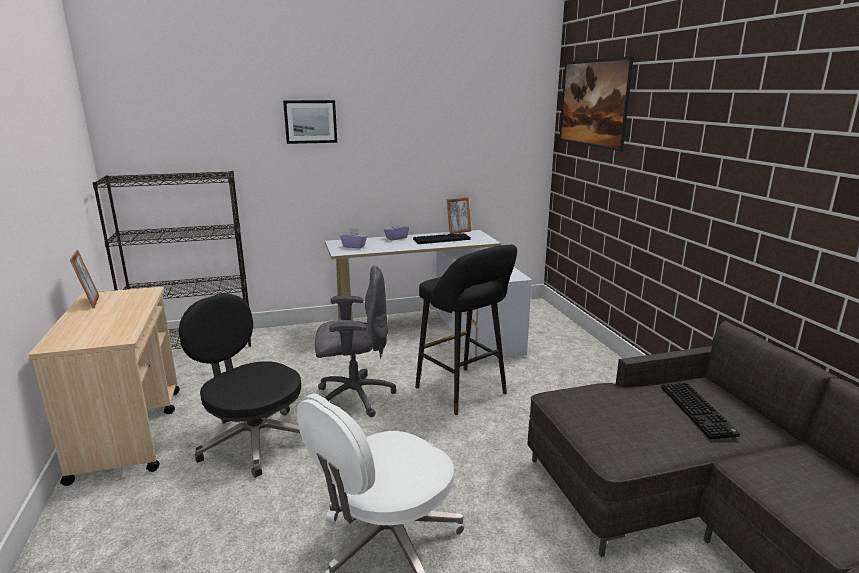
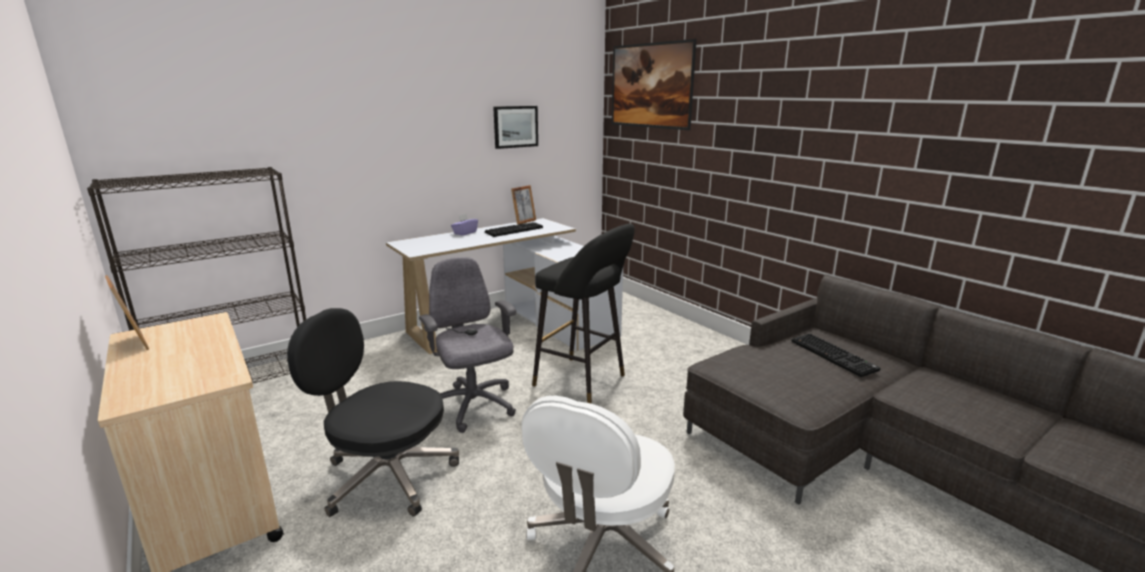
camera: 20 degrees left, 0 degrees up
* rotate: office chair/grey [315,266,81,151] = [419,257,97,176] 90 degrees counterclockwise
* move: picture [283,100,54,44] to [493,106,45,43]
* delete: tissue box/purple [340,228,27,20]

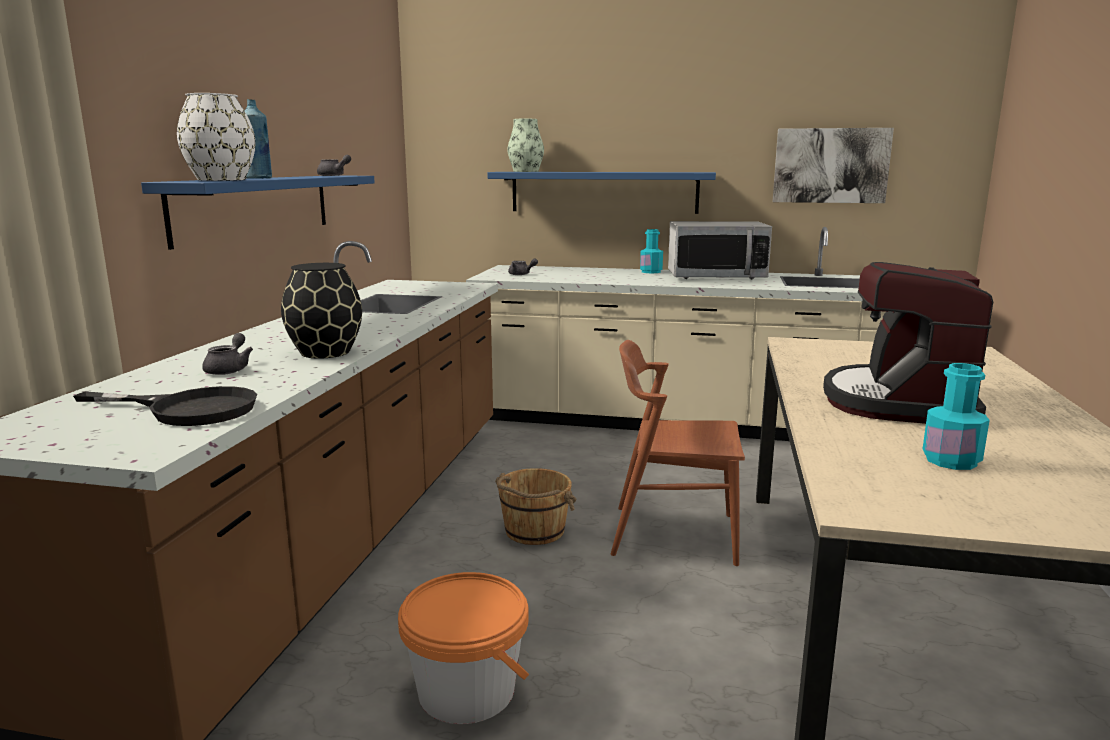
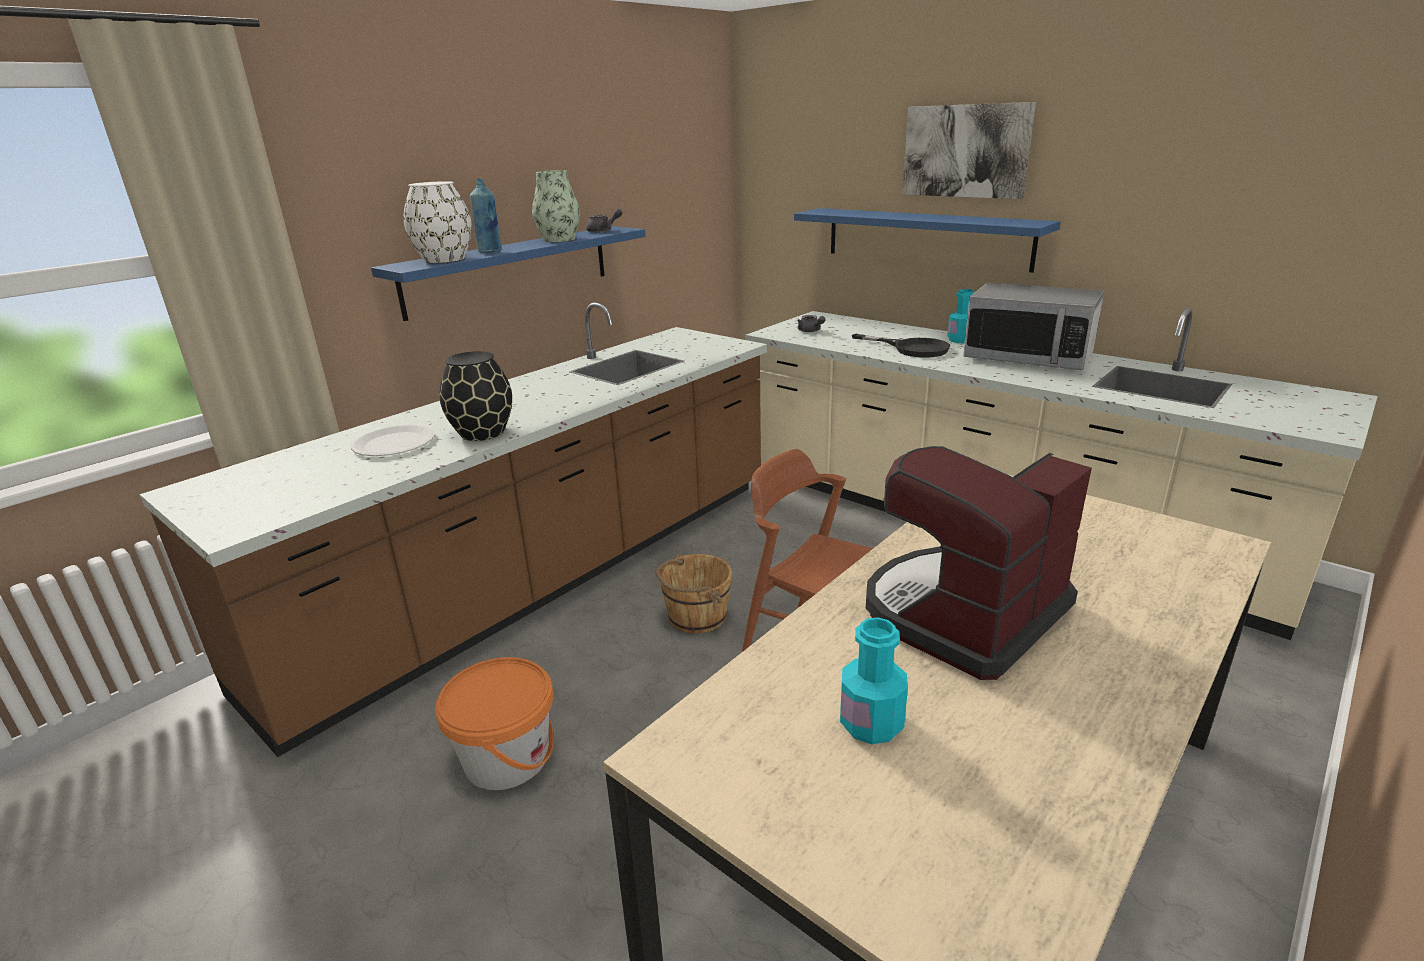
camera: 30 degrees right, 10 degrees up
* replace: teapot/grey [202,333,51,42] to plate/white [351,425,84,31]
* move: vase [507,119,37,53] to [532,170,48,72]
* move: frying pan/black [73,386,184,40] to [852,334,98,24]
* move: picture [772,128,122,75] to [902,102,134,97]

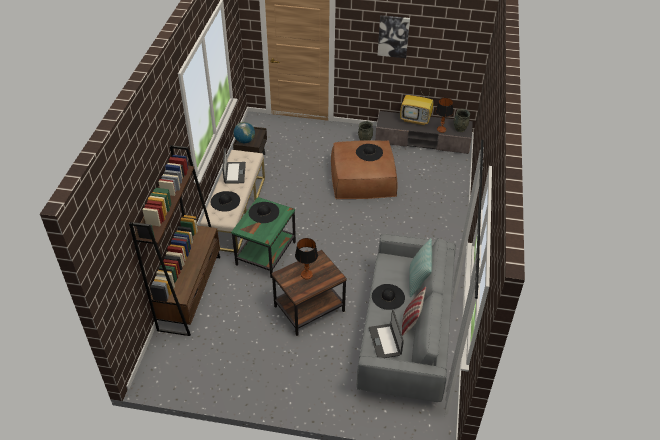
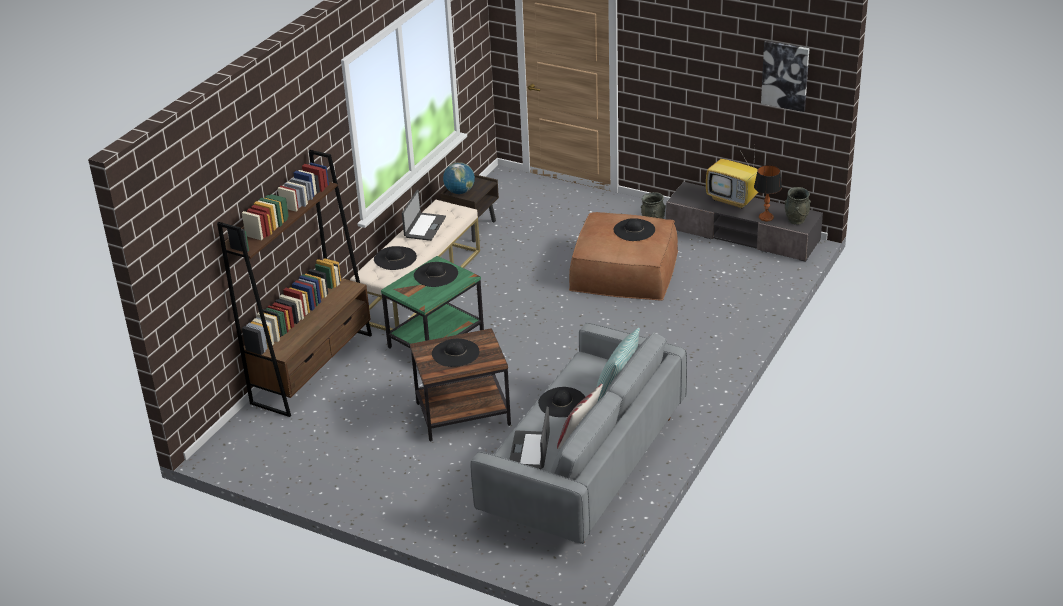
camera: 20 degrees right, 10 degrees down
* replace: table lamp [295,238,23,41] to hat/black [432,339,47,28]
* move: picture [378,15,32,43] to [761,41,48,71]

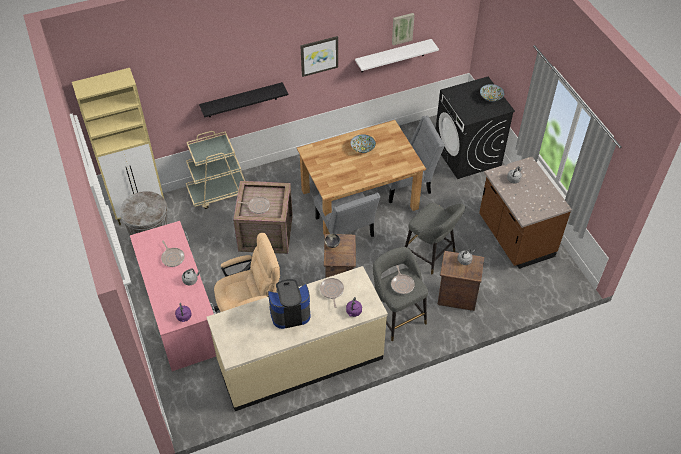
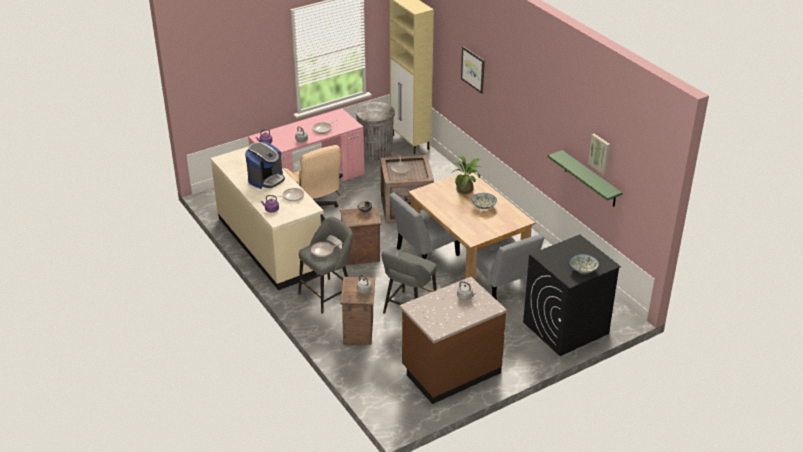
camera: 80 degrees right, 15 degrees down
* rotate: coffee machine [268,279,43,50] = [245,142,40,47] 60 degrees clockwise
* insert: potted plant [451,156,30,38]
* move: picture [300,36,38,41] to [461,46,24,48]
* recolor: shelf/white [355,39,84,33] to shelf/green [548,150,74,57]
* delete: cart/beige [186,131,59,78]
* delete: shelf/black [199,82,89,35]

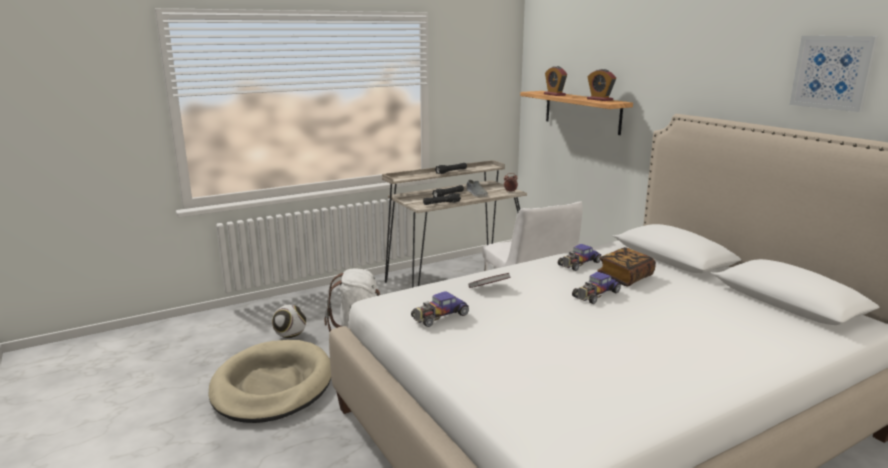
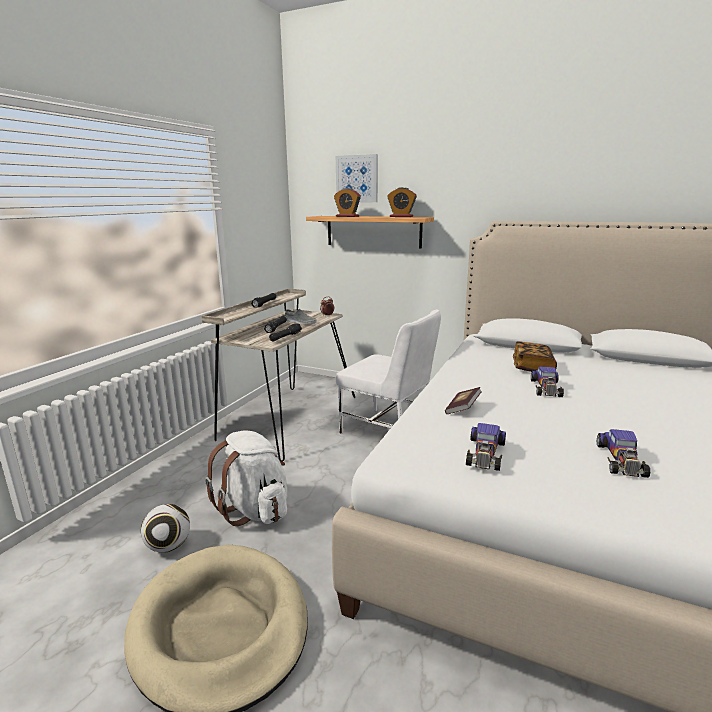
camera: 35 degrees left, 0 degrees up
* move: picture [790,36,88,76] to [336,154,42,48]
* move: toy car [558,244,43,27] to [597,429,53,49]

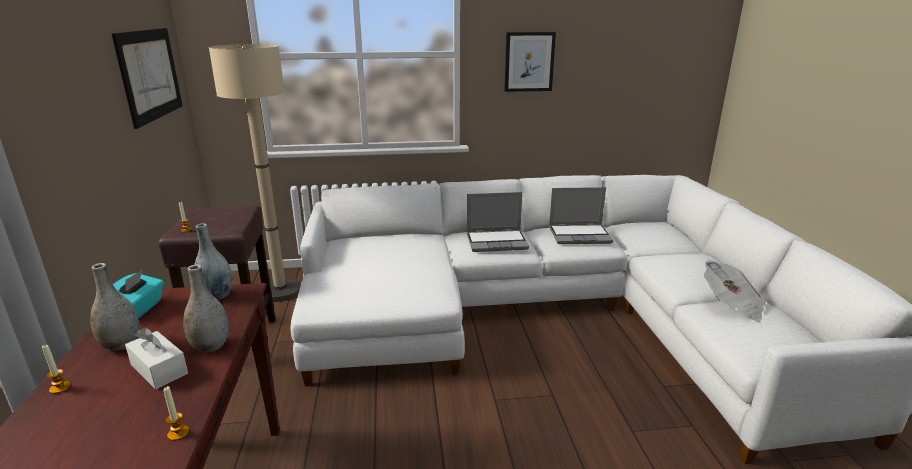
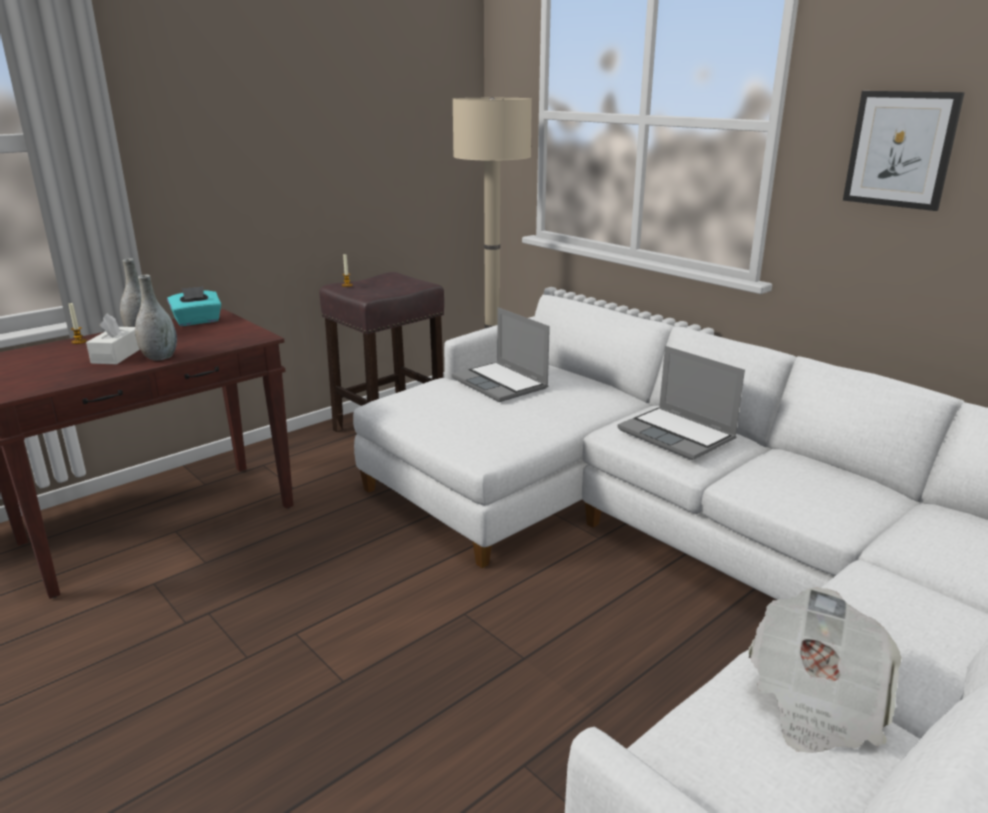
camera: 55 degrees right, 0 degrees up
* move: laptop [549,187,65,57] to [452,307,98,95]
* delete: picture [112,28,71,101]
* delete: candle [163,386,26,55]
* delete: vase/grey [194,223,39,77]

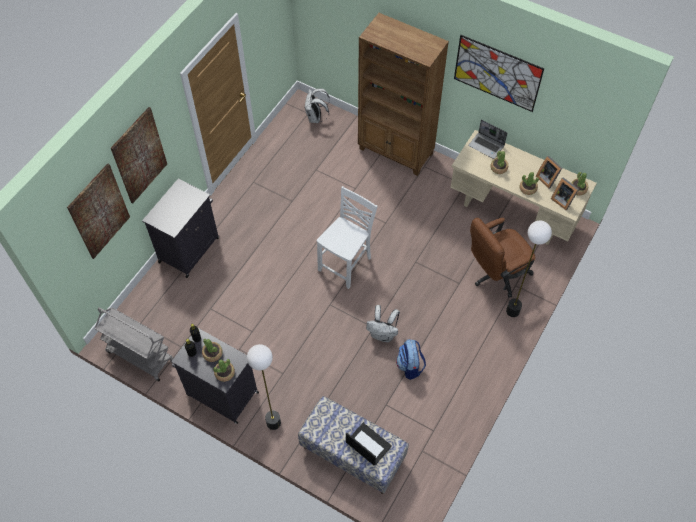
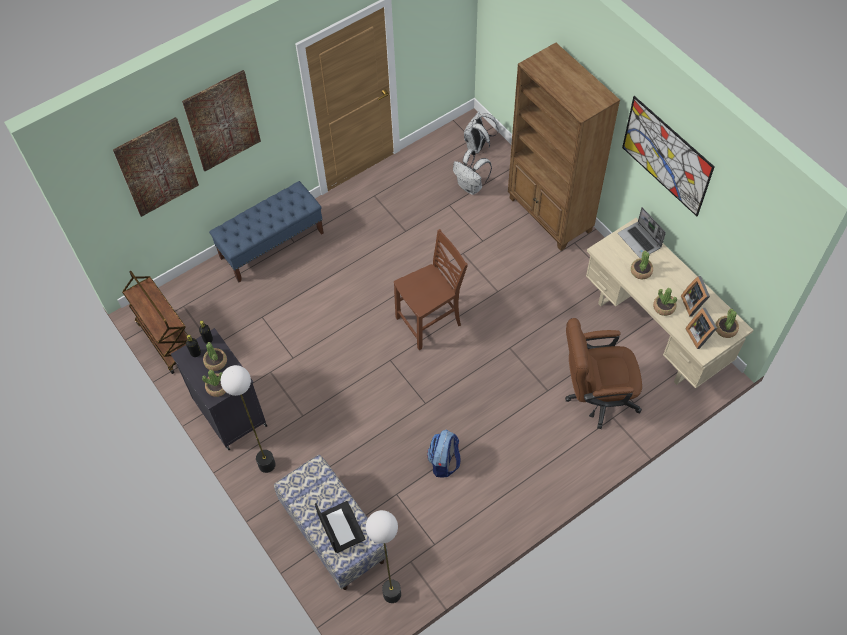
camera: 25 degrees right, 0 degrees up
* recolor: cart/grey [94,307,79,74] to cart/brown [122,271,66,103]
* replace: cabinet/black [142,179,77,99] to bench/blue [209,181,115,102]
* move: floor lamp [506,220,46,97] to [366,510,35,93]
* recolor: chair/white [317,186,61,103] to chair/brown [394,229,74,121]
* move: backpack/white [366,305,34,37] to [453,149,39,46]

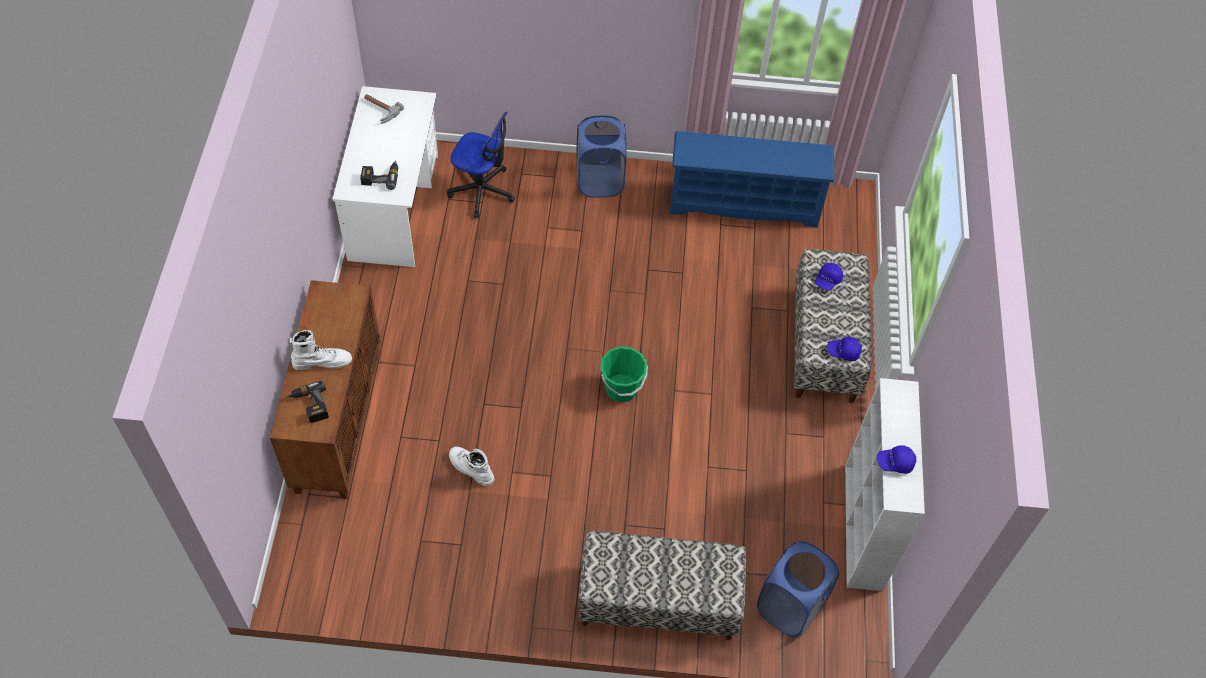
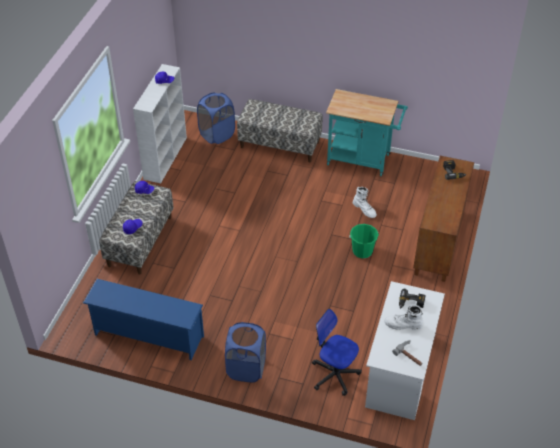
camera: 165 degrees left, 10 degrees down
* insert: cart/turquoise [326,89,82,87]
* move: bucket/green [600,346,48,56] to [349,224,30,35]
* move: boot/white [290,330,62,40] to [384,305,39,25]

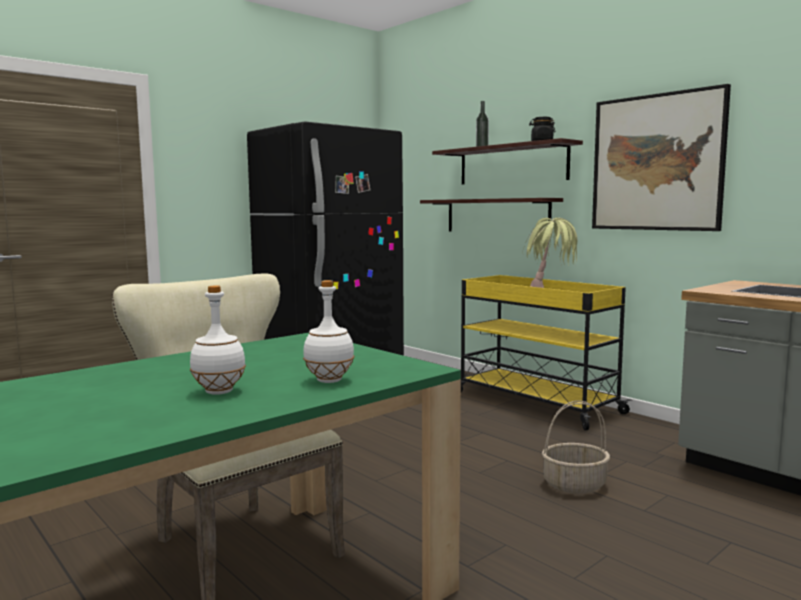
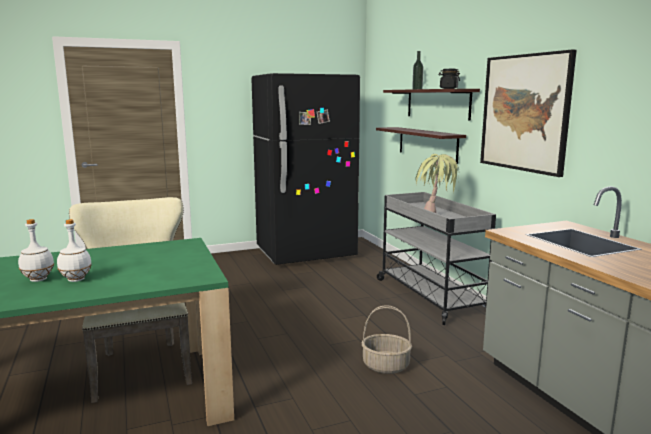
camera: 20 degrees right, 5 degrees up
* move: bottle/white [303,280,51,103] to [18,219,36,63]
* recolor: cart/yellow [461,275,171,155] to cart/grey [377,192,119,133]

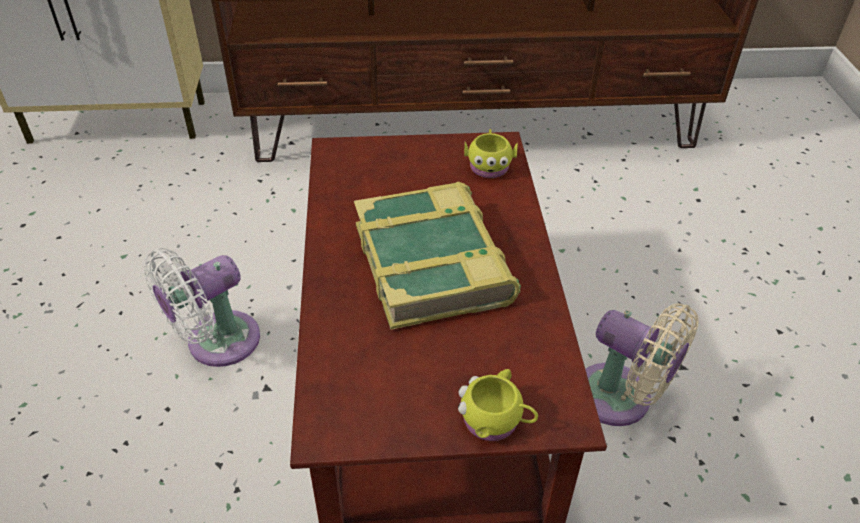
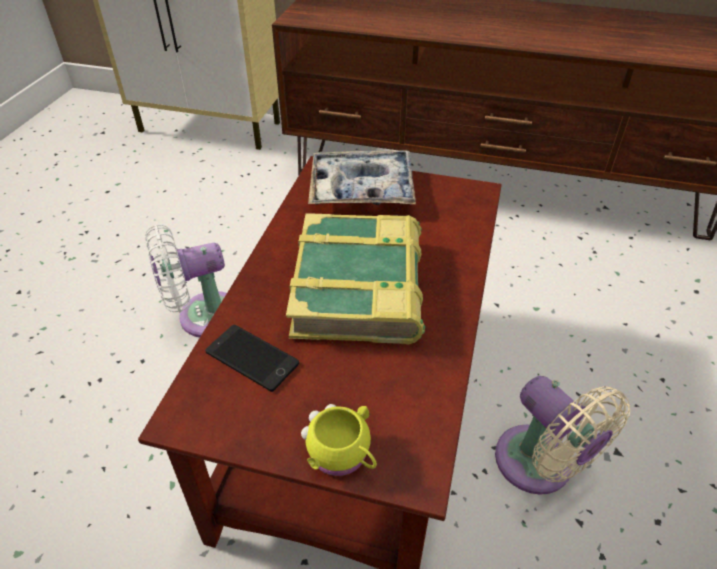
camera: 20 degrees right, 0 degrees up
* insert: phone [205,325,94,67]
* insert: tray [308,150,108,55]
* delete: mug/yellow [464,129,54,49]

